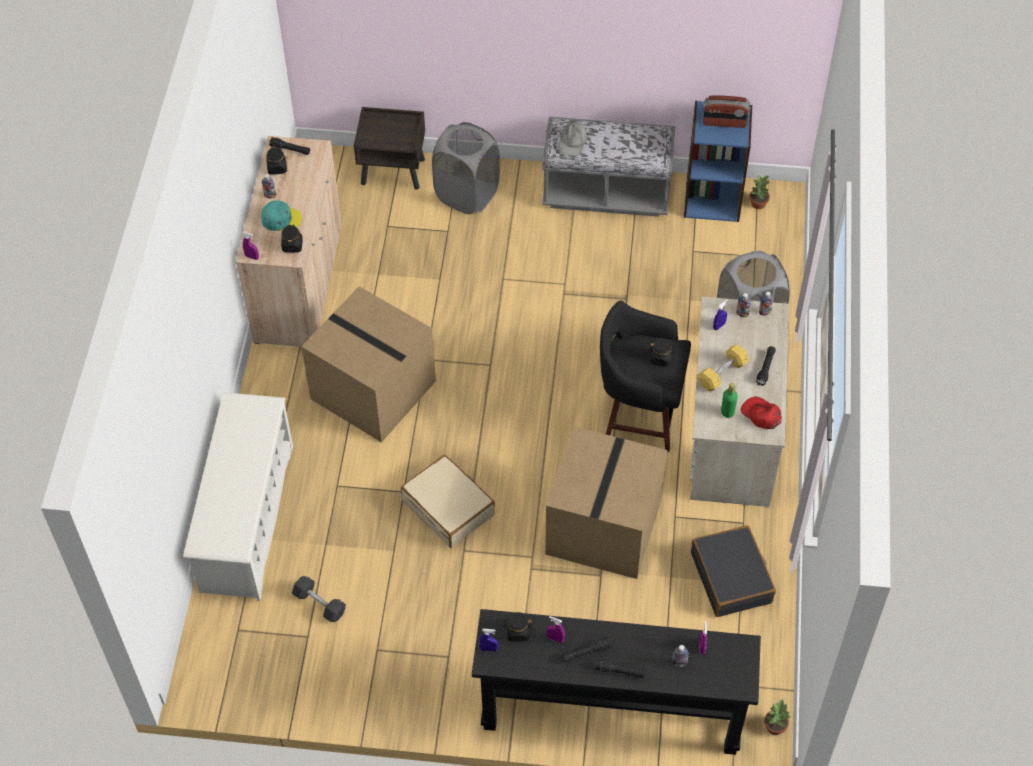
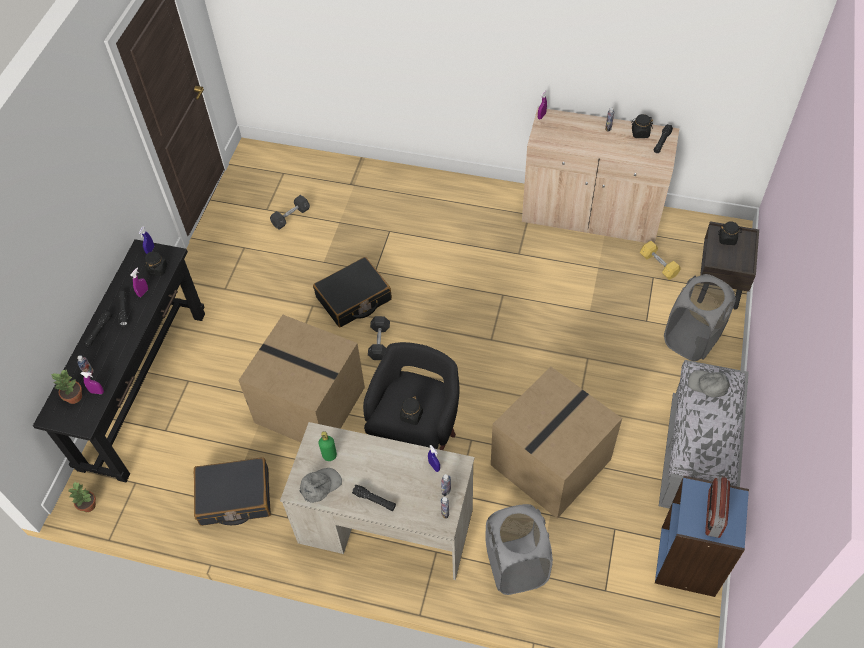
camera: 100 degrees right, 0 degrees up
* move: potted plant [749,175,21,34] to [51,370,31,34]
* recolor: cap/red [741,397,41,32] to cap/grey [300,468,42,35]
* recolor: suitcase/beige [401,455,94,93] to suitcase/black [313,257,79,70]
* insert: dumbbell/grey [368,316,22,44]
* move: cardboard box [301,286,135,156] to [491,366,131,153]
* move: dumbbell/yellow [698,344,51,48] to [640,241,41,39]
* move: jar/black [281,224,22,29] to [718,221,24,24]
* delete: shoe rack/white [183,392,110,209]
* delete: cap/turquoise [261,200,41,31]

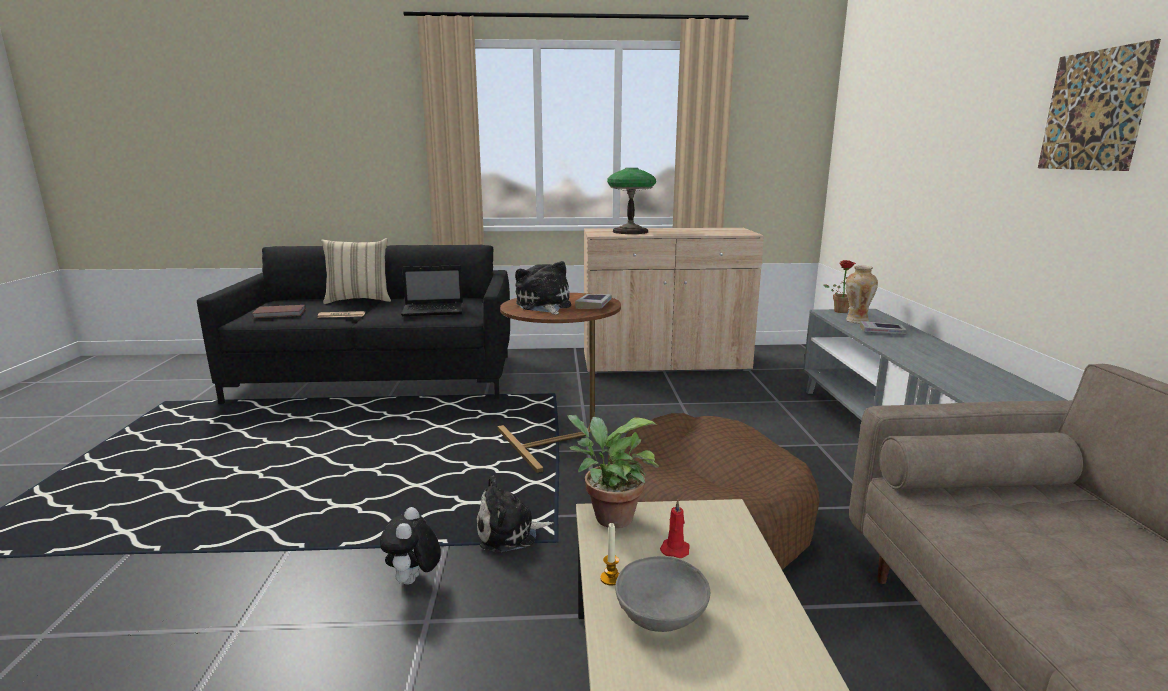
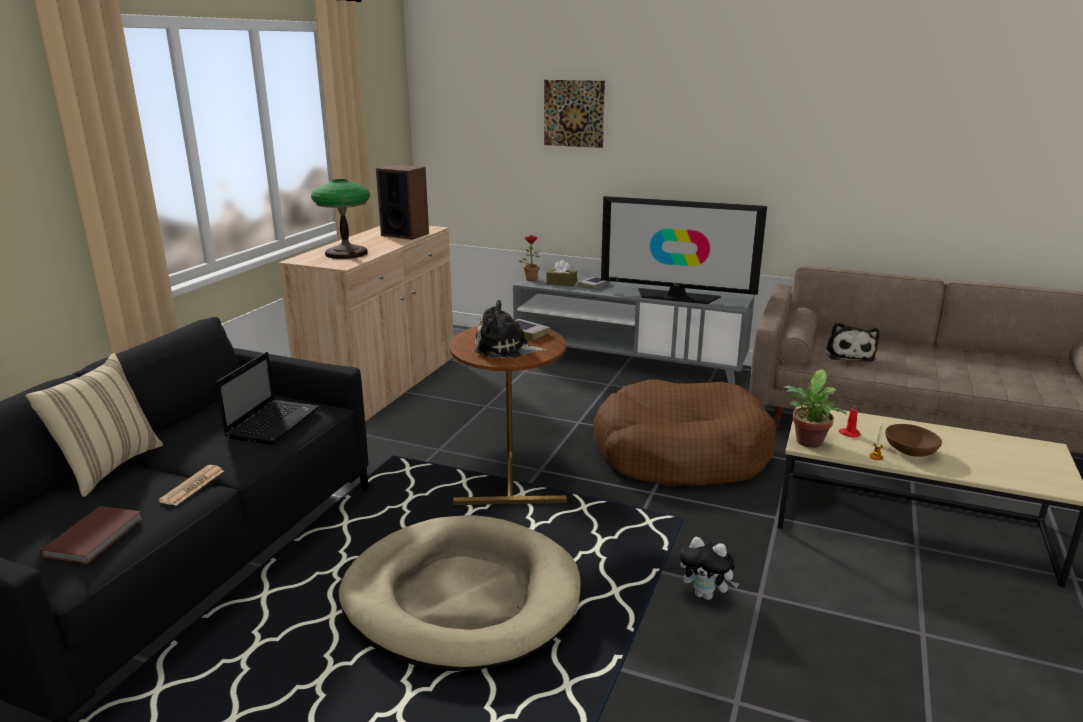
camera: 65 degrees left, 5 degrees up
* insert: dog bed/beige [339,515,241,156]
* insert: speaker [376,165,53,75]
* move: picture [1038,39,123,132] to [544,80,61,68]
* replace: vase [846,265,32,59] to tissue box/brown [546,260,31,26]
* insert: television [601,196,166,108]
* move: plush toy [477,475,77,77] to [826,322,53,40]
* recolor: bowl/grey [615,556,95,76] to bowl/brown [885,424,57,33]

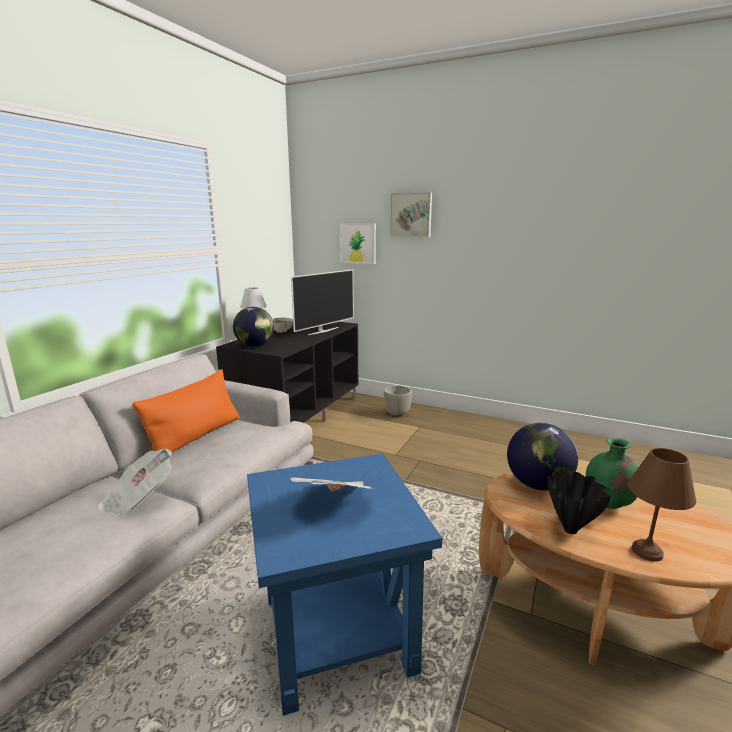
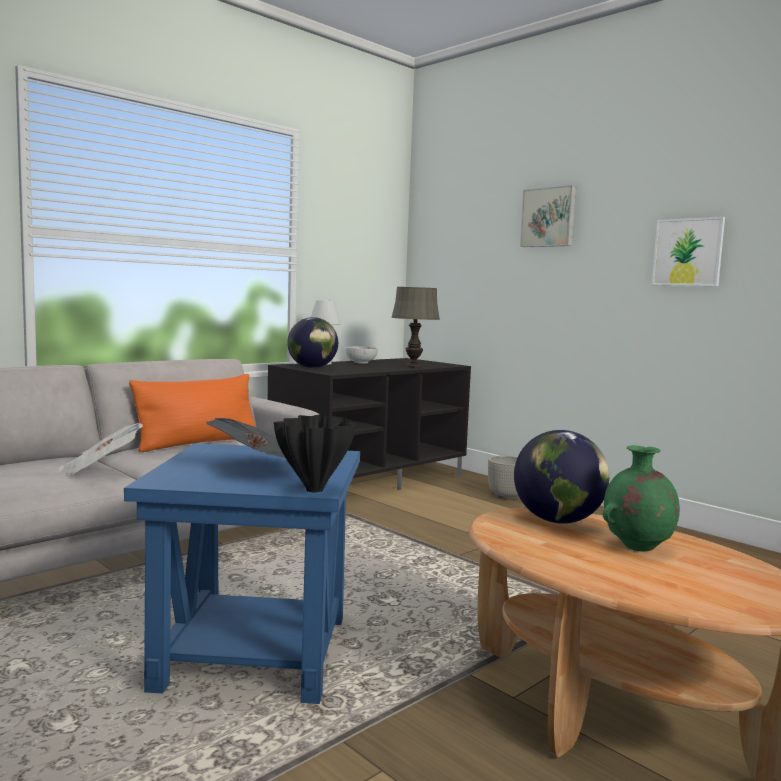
camera: 20 degrees right, 10 degrees down
* move: vase/black [548,471,63,63] to [274,415,83,77]
* replace: television [291,269,63,66] to table lamp/grey [391,287,49,81]
* move: picture [340,223,36,41] to [652,217,73,69]
* delete: table lamp/brown [628,448,68,114]

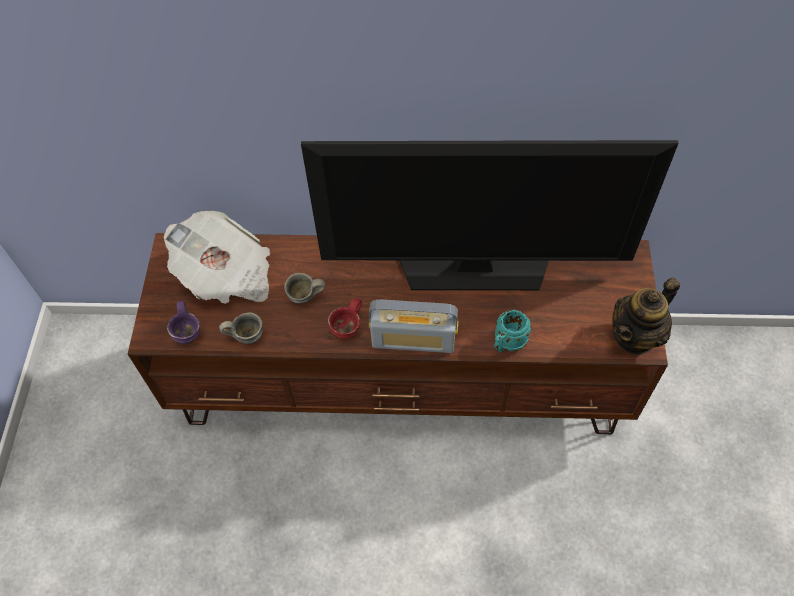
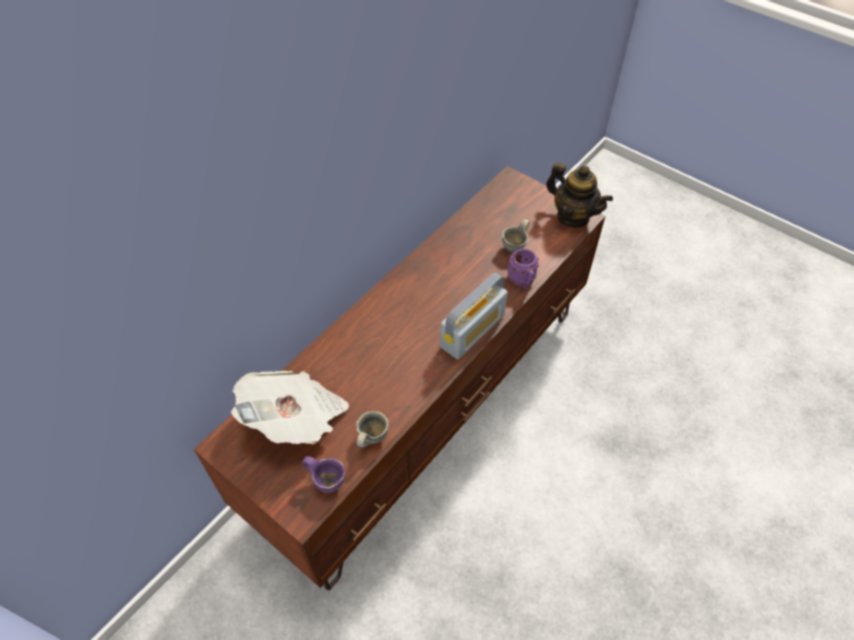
camera: 55 degrees left, 5 degrees down
* move: mug/grey [285,273,40,30] to [502,219,28,34]
* recolor: mug/turquoise [494,310,38,42] to mug/purple [508,249,31,41]
* rotate: teapot [612,278,68,77] = [546,163,67,64] 45 degrees counterclockwise
* delete: television [301,140,377,150]
* delete: mug/red [328,298,34,40]

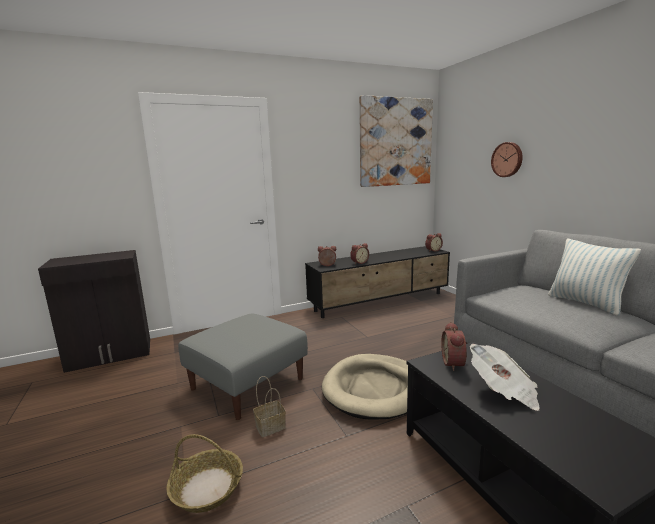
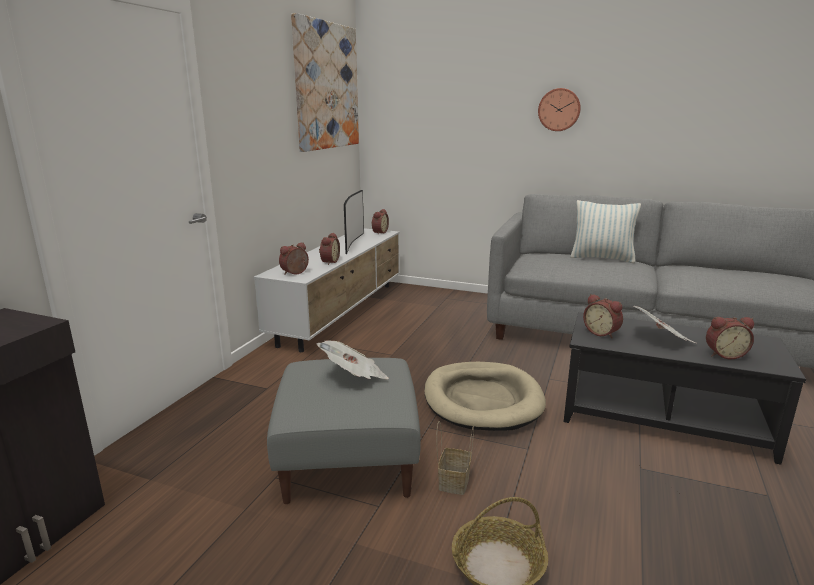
camera: 45 degrees left, 5 degrees up
* recolor: tv stand/black [305,246,145,72] to tv stand/white [254,228,146,124]
* insert: newspaper [317,341,72,38]
* insert: television [344,190,20,64]
* move: wall clock [491,142,32,35] to [538,88,43,43]
* insert: alarm clock [706,317,48,42]

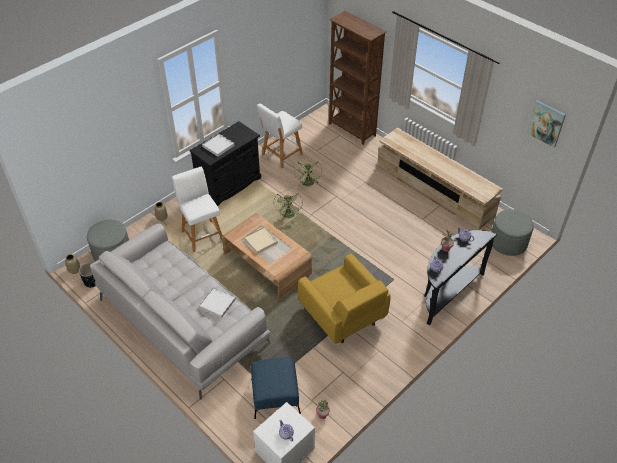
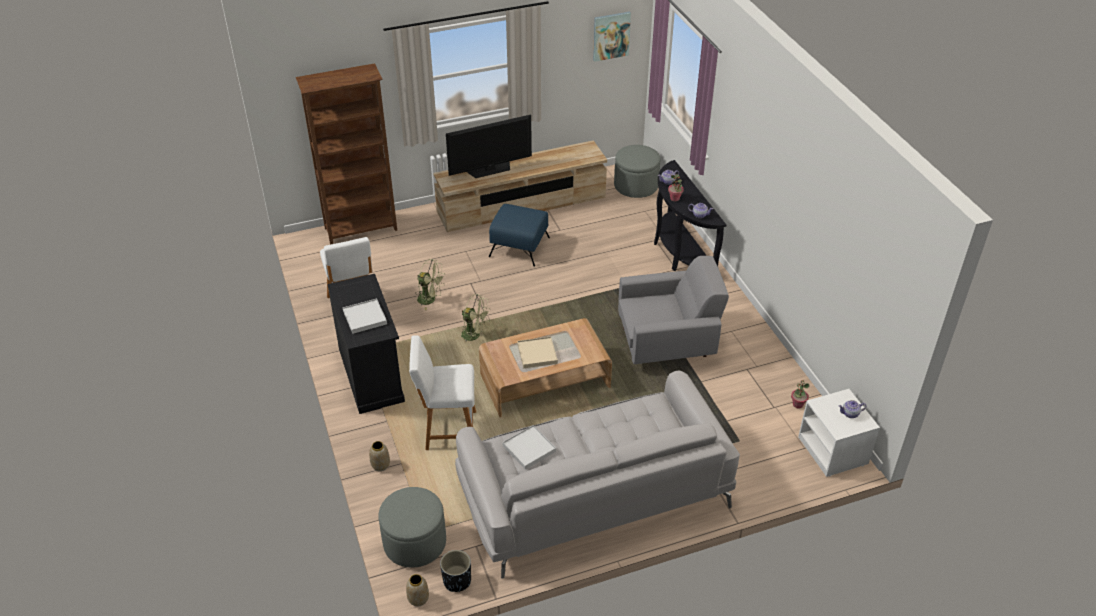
camera: 65 degrees left, 5 degrees down
* insert: television [446,114,86,64]
* move: ottoman/blue [251,358,50,61] to [489,204,61,63]
* move: tray/white [199,287,37,31] to [503,425,53,45]
* recolor: armchair/yellow [298,254,93,89] to armchair/grey [618,256,111,108]

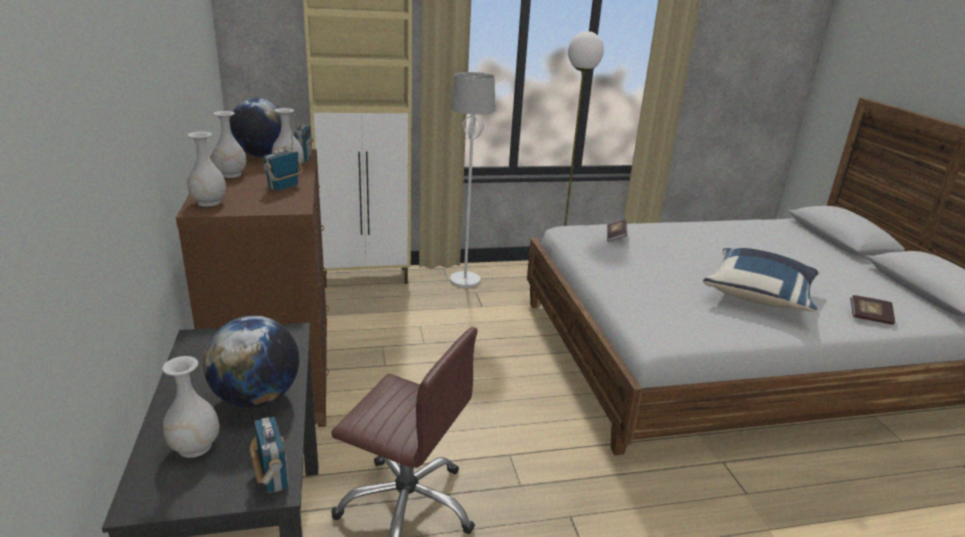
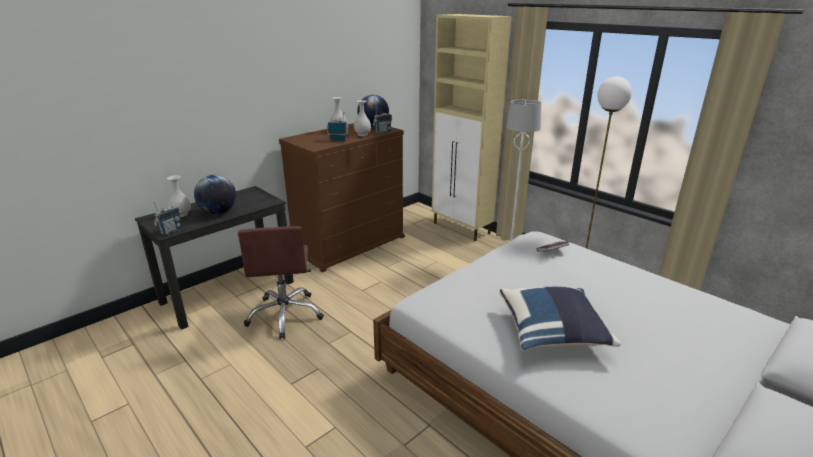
camera: 60 degrees right, 0 degrees up
* delete: vase/white [187,132,39,75]
* delete: book [850,295,45,30]

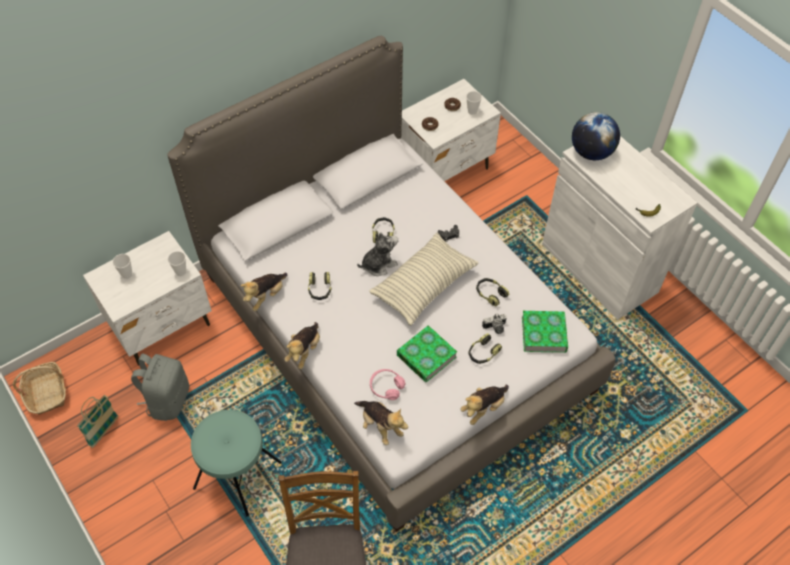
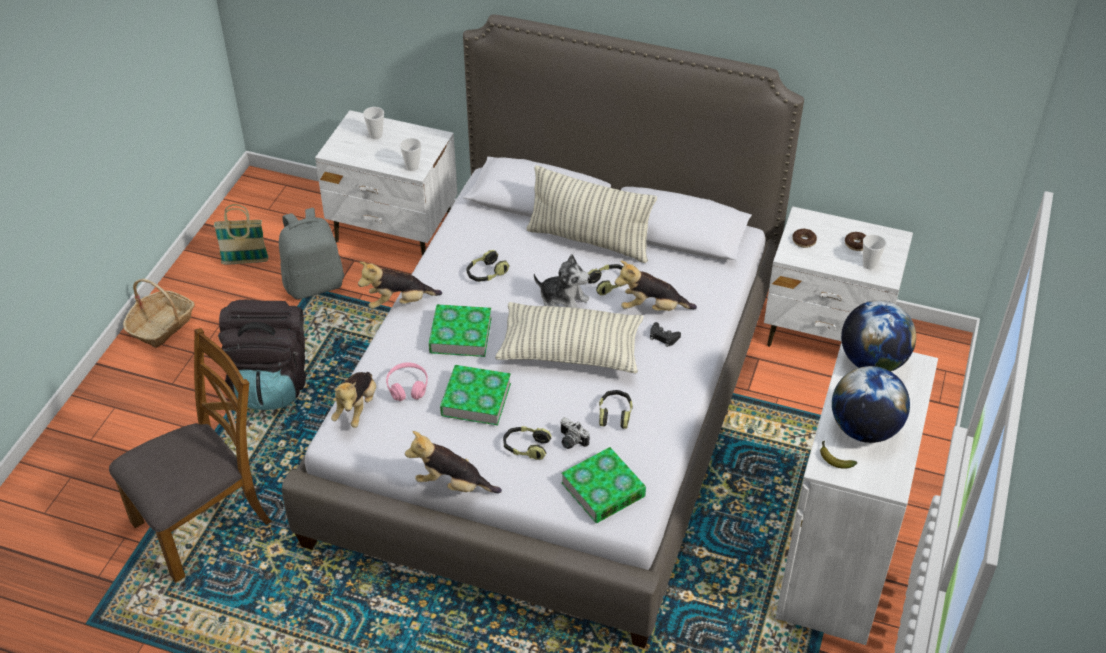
camera: 55 degrees right, 10 degrees down
* move: basket [13,362,53,52] to [123,279,72,69]
* replace: stool/turquoise [191,410,90,107] to backpack/black [218,300,88,110]
* insert: book [429,304,63,53]
* insert: pillow [526,165,131,98]
* move: plush toy [241,273,46,38] to [615,261,82,50]
* insert: globe [832,366,78,77]

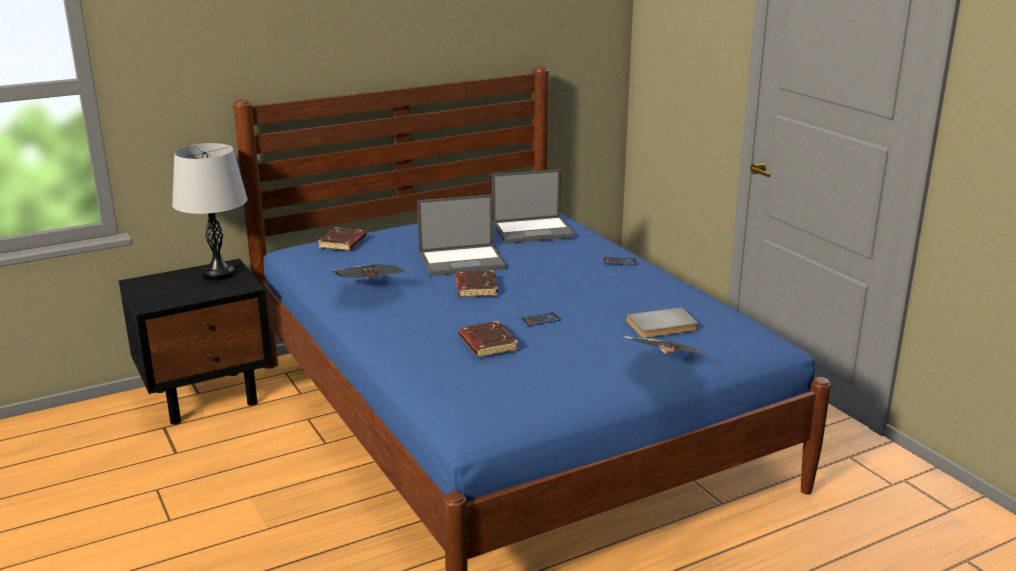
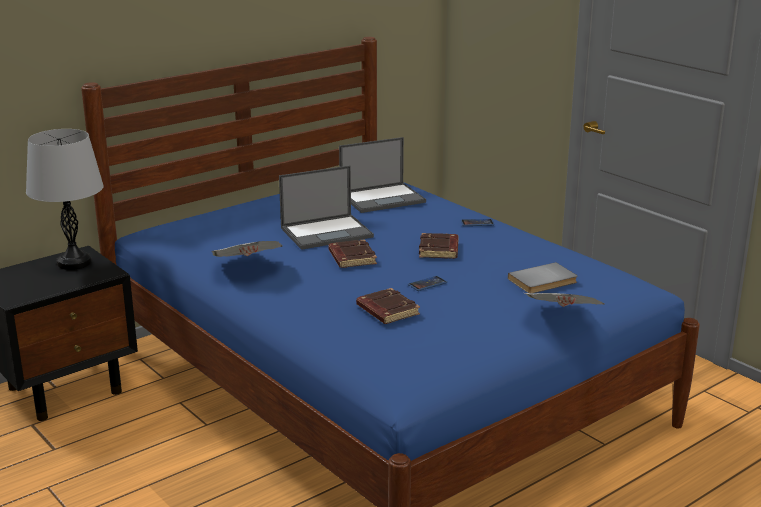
camera: 10 degrees left, 0 degrees up
* move: book/brown [318,227,49,24] to [419,233,40,26]

